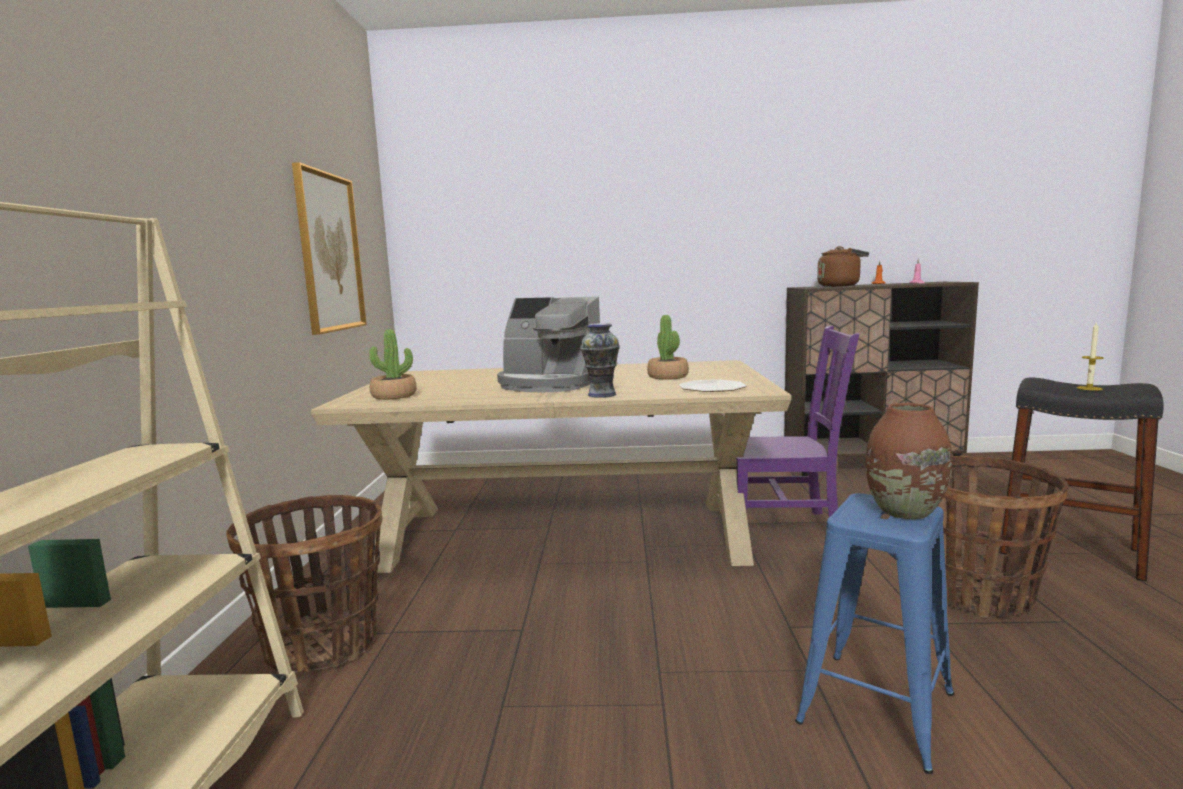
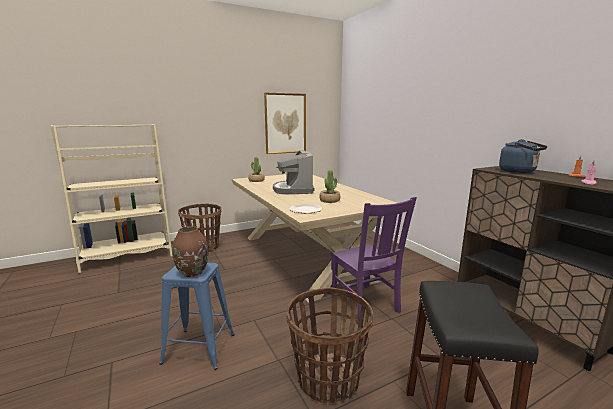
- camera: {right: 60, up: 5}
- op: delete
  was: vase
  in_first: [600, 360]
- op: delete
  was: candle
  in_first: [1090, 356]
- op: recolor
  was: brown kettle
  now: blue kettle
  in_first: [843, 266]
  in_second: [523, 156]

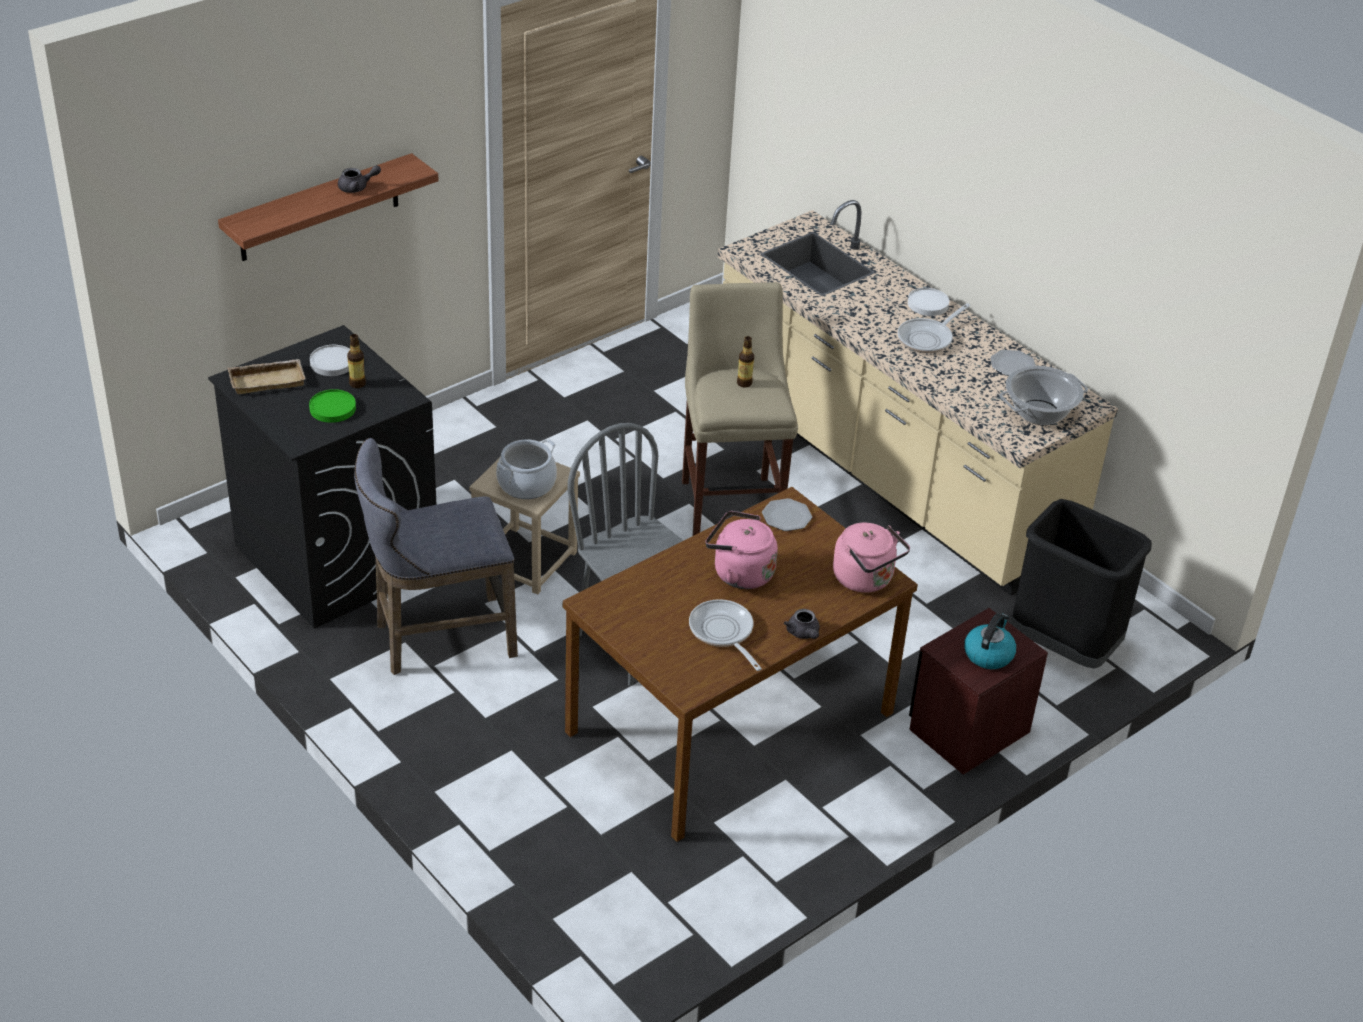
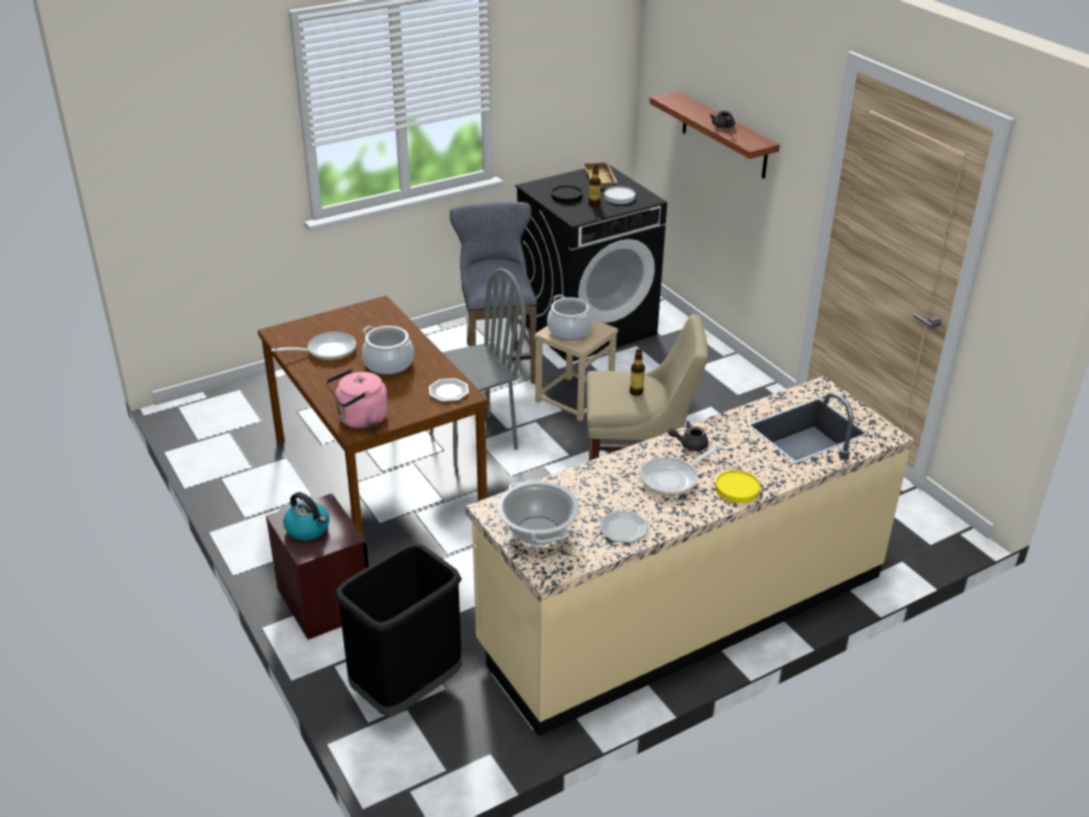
- camera: {right: 100, up: -5}
- op: move
  was: grey teapot
  in_first: [802, 624]
  in_second: [688, 436]
- op: replace
  was: pink kettle
  now: cooking pot
  in_first: [741, 550]
  in_second: [388, 350]
- op: recolor
  was: green plate
  now: black plate
  in_first: [332, 406]
  in_second: [566, 194]
- op: recolor
  was: white plate
  now: yellow plate
  in_first: [928, 302]
  in_second: [737, 486]
- op: rotate
  was: frying pan
  in_first: [934, 328]
  in_second: [681, 470]
  clockwise: -90

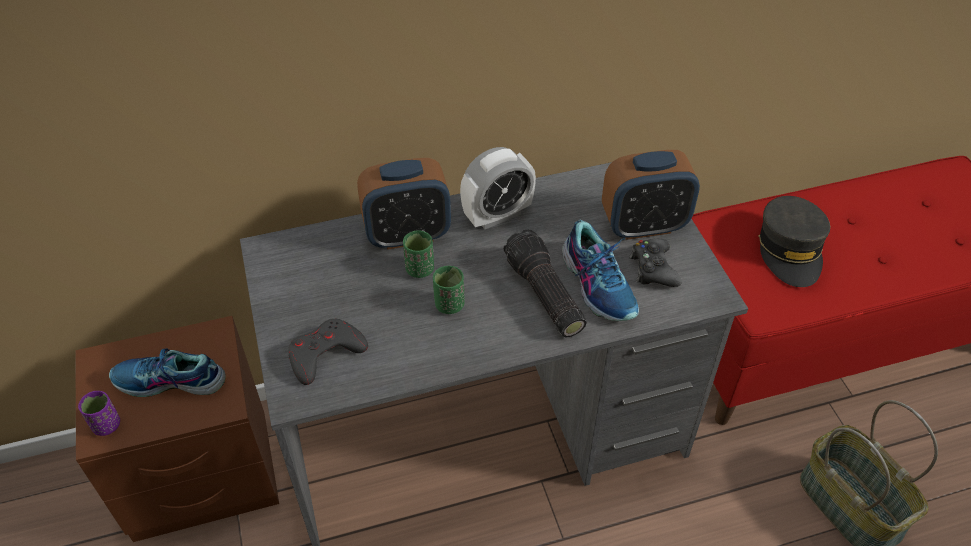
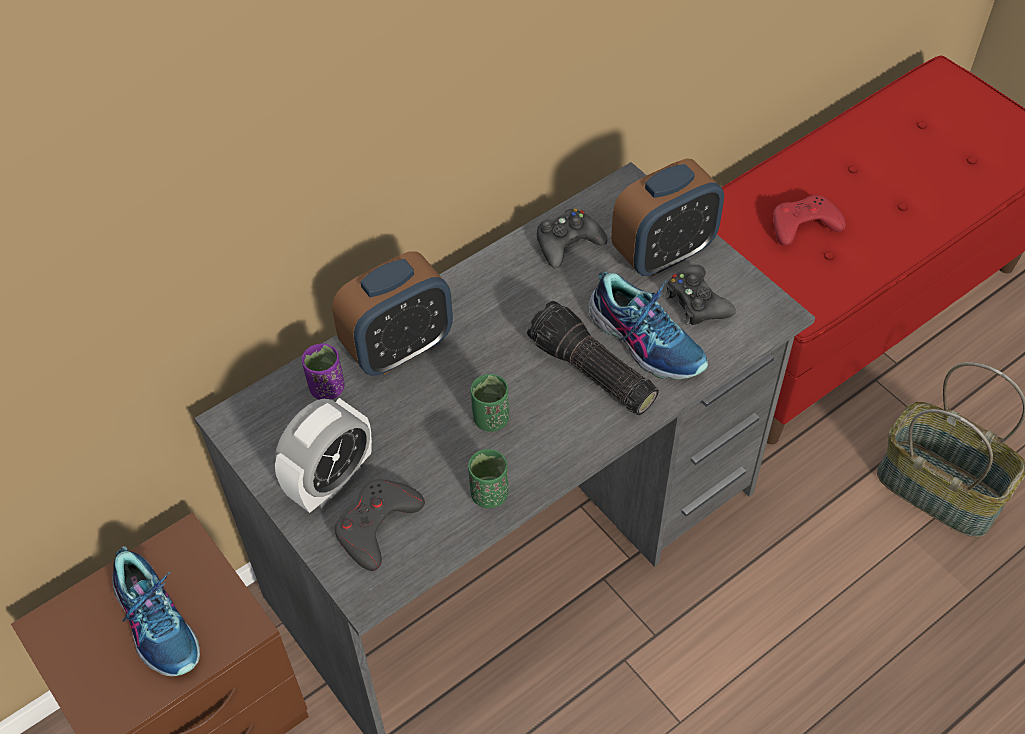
- camera: {right: -20, up: 5}
- op: insert
  now: black game controller
  in_second: [572, 238]
- op: move
  was: purple cup
  in_first: [99, 413]
  in_second: [323, 372]
- op: move
  was: green cup
  in_first: [418, 254]
  in_second: [488, 478]
- op: move
  was: alarm clock
  in_first: [498, 188]
  in_second: [323, 455]
- op: replace
  was: grey cap
  now: red game controller
  in_first: [794, 241]
  in_second: [809, 220]
- op: rotate
  was: shoe
  in_first: [167, 372]
  in_second: [156, 611]
  clockwise: -105

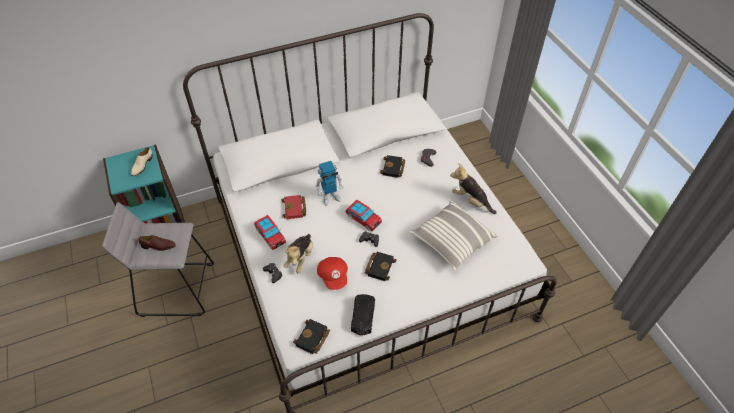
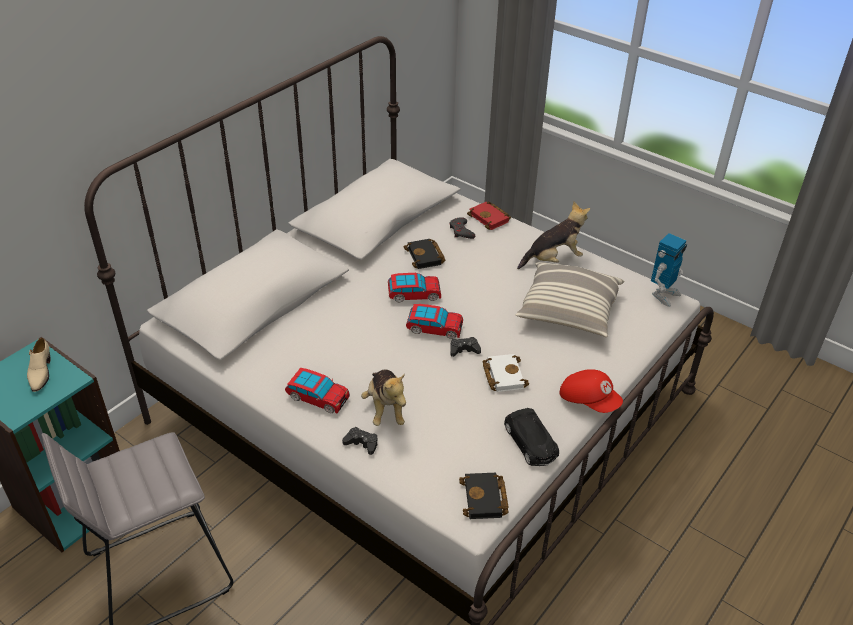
- camera: {right: -30, up: -10}
- op: delete
  was: brown shoe
  in_first: [157, 243]
- op: insert
  now: toy car
  in_second: [414, 287]
- op: move
  was: red book
  in_first: [293, 207]
  in_second: [489, 215]
- op: move
  was: toy robot
  in_first: [329, 183]
  in_second: [669, 270]
- op: move
  was: red cap
  in_first: [332, 273]
  in_second: [591, 391]
- op: recolor
  was: black book
  now: white book
  in_first: [381, 266]
  in_second: [505, 373]
- op: rotate
  was: plush toy
  in_first: [473, 189]
  in_second: [553, 235]
  clockwise: 150

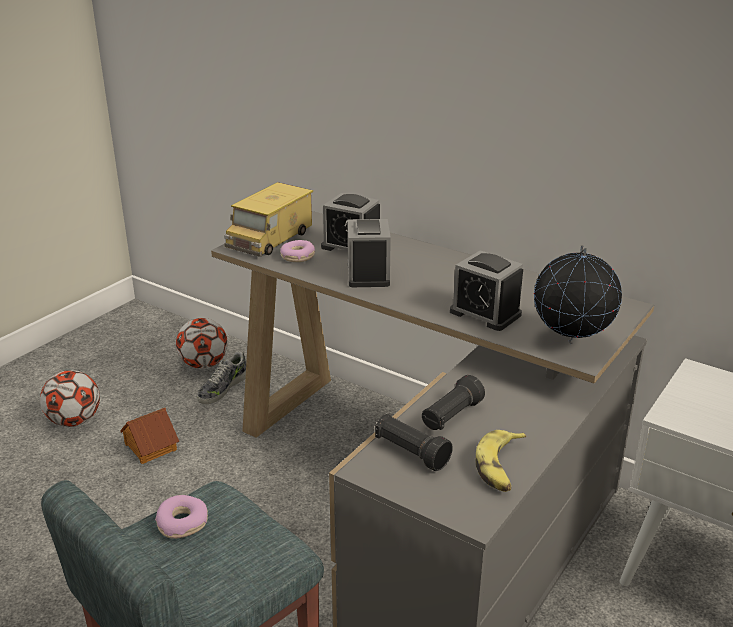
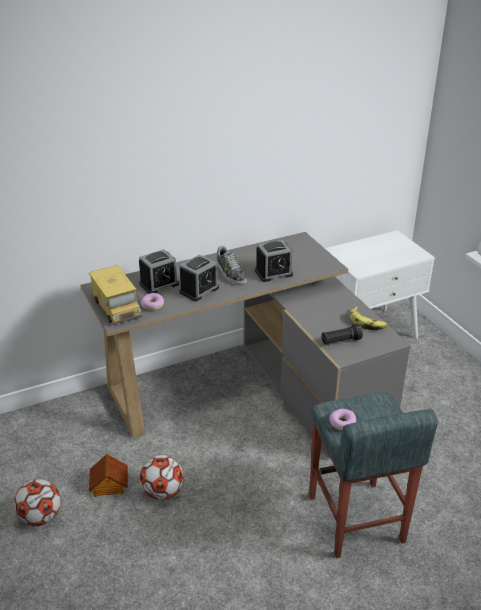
- camera: {right: -60, up: 5}
- op: delete
  was: black flashlight
  in_first: [453, 402]
- op: delete
  was: globe
  in_first: [578, 294]
- op: move
  was: football
  in_first: [202, 343]
  in_second: [161, 477]
- op: move
  was: shoe
  in_first: [221, 377]
  in_second: [231, 265]
- op: rotate
  was: alarm clock
  in_first: [369, 253]
  in_second: [199, 277]
  clockwise: -75

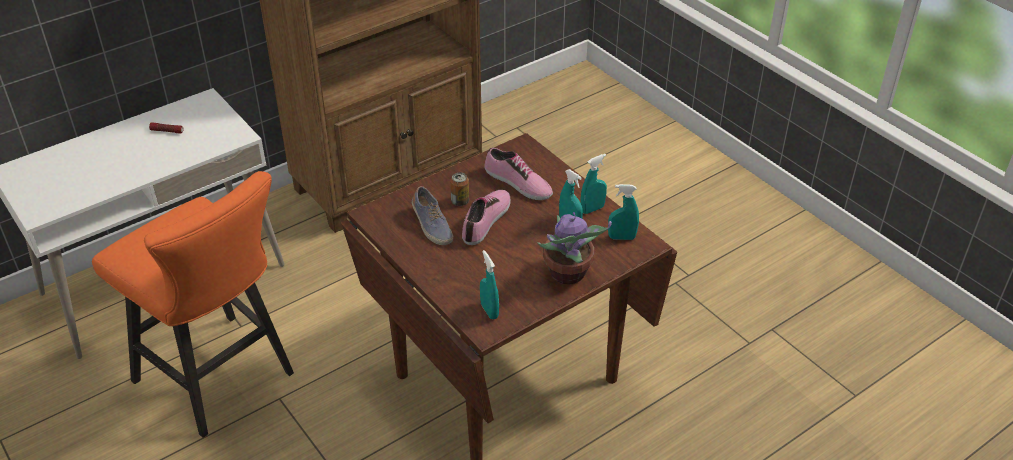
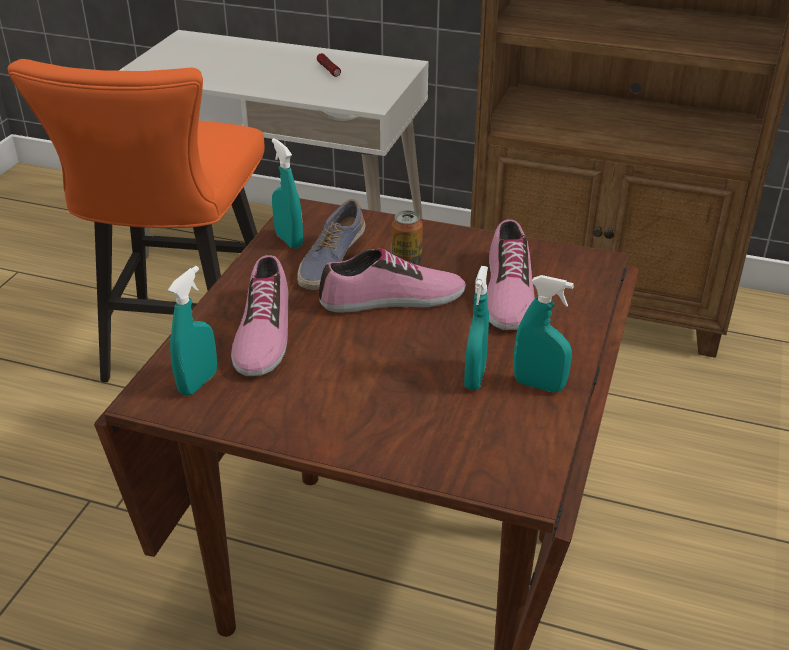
- camera: {right: 55, up: -5}
- op: delete
  was: potted plant
  in_first: [574, 248]
- op: insert
  now: shoe
  in_second: [259, 315]
- op: move
  was: turquoise spray bottle
  in_first: [623, 212]
  in_second: [287, 193]

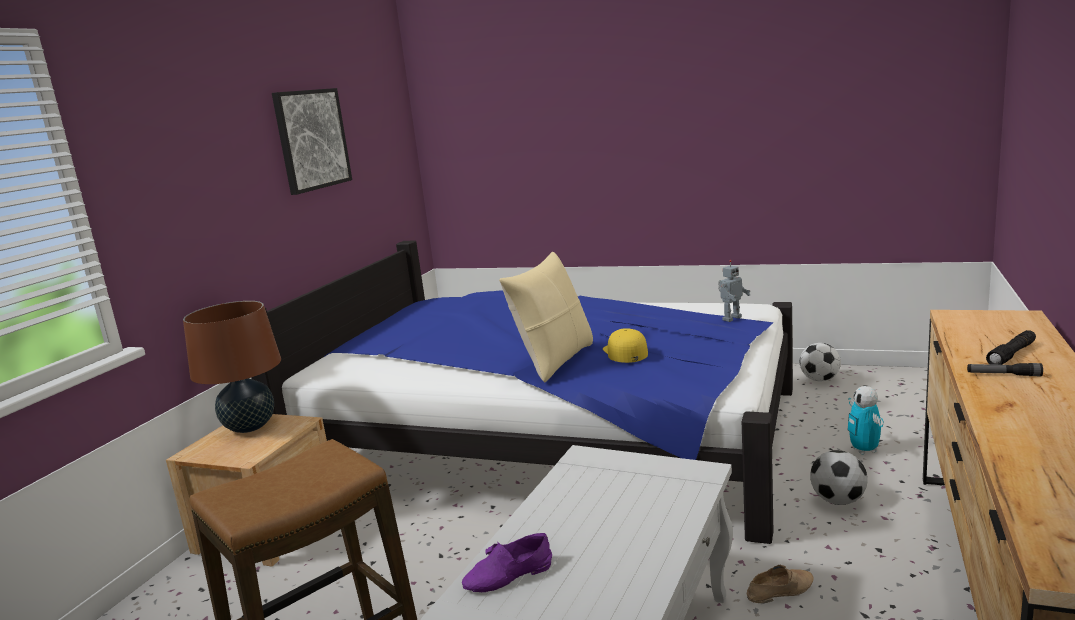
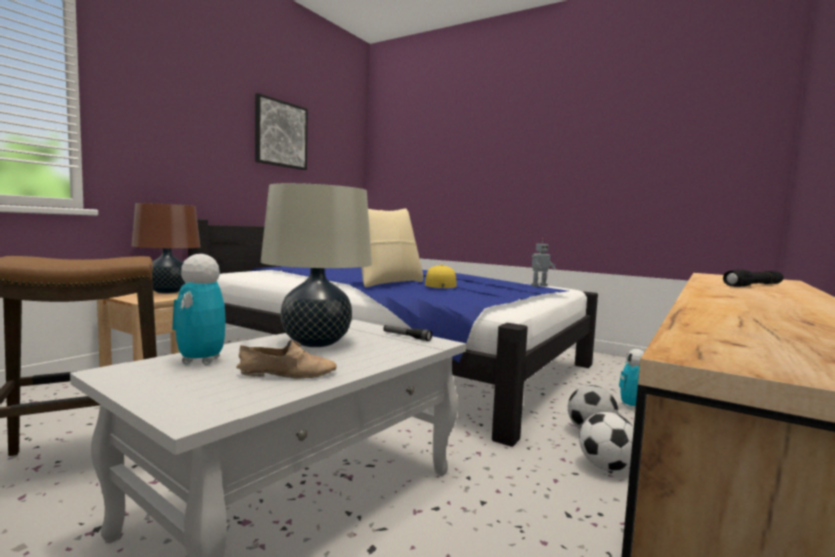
- camera: {right: 10, up: -10}
- op: insert
  now: beige table lamp
  in_second: [316, 265]
- op: move
  was: beige shoe
  in_first: [780, 584]
  in_second: [286, 359]
- op: move
  was: football
  in_first: [820, 362]
  in_second: [606, 441]
- op: move
  was: flashlight
  in_first: [1005, 369]
  in_second: [407, 333]
- op: replace
  was: purple shoe
  now: toy robot
  in_first: [507, 562]
  in_second: [199, 309]

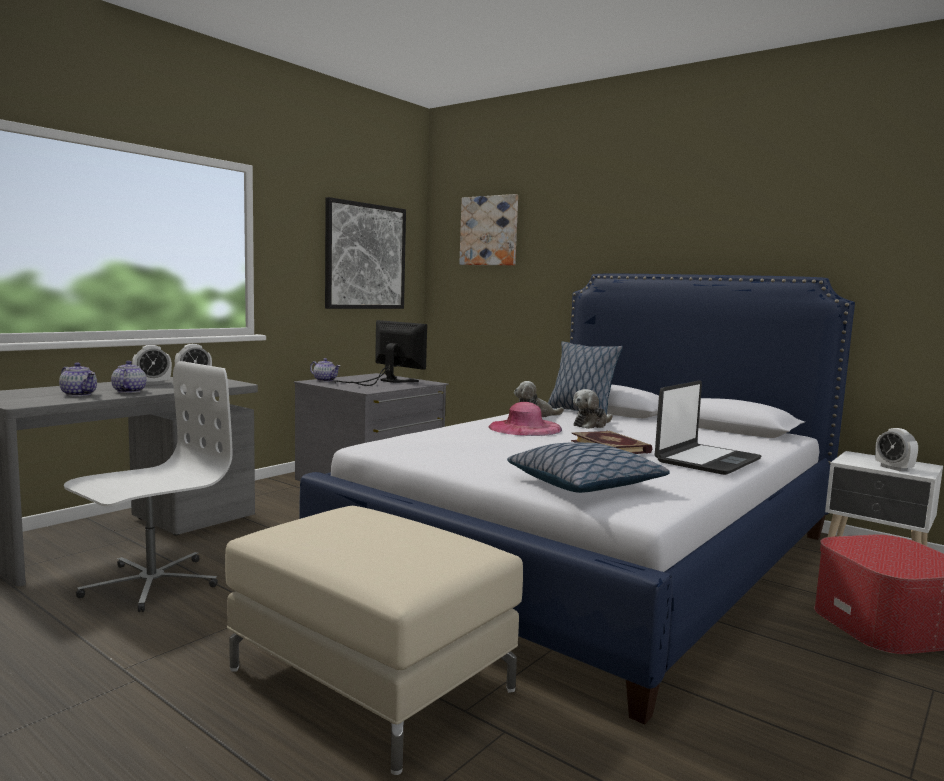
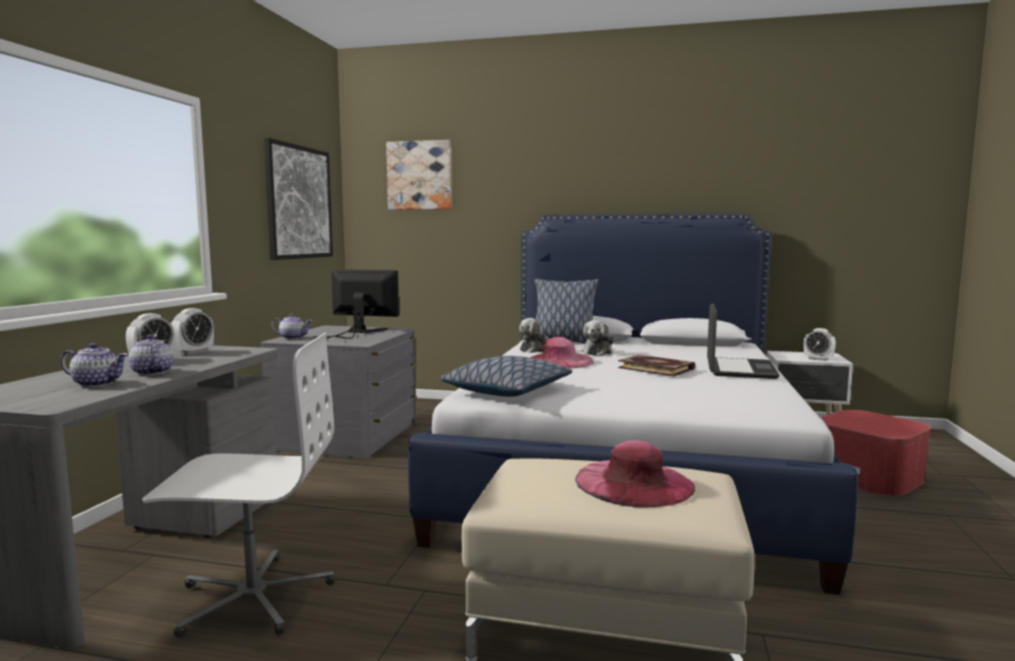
- camera: {right: -25, up: 0}
- op: insert
  now: pink hat
  in_second: [635, 474]
- op: move
  was: pillow
  in_first: [588, 467]
  in_second: [506, 376]
- op: rotate
  was: white office chair
  in_first: [148, 486]
  in_second: [238, 485]
  clockwise: 75

